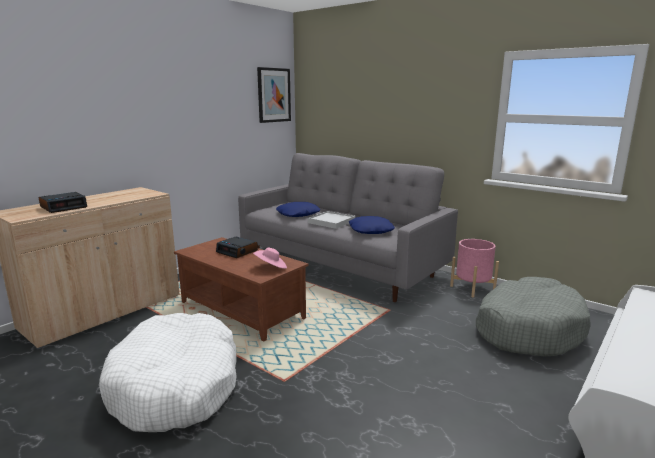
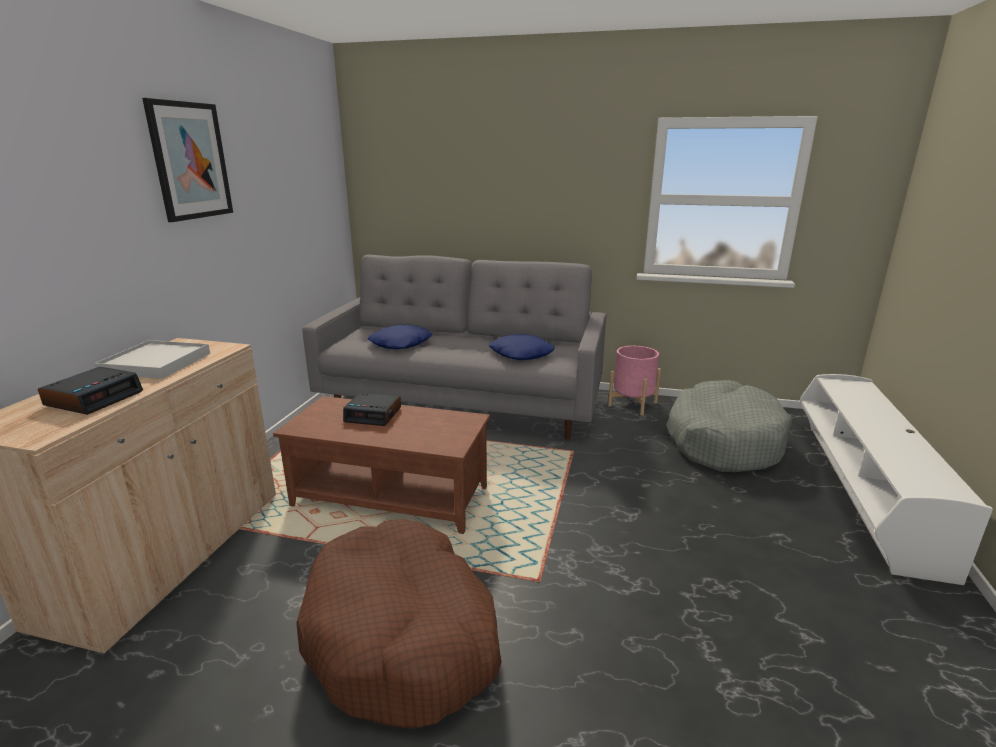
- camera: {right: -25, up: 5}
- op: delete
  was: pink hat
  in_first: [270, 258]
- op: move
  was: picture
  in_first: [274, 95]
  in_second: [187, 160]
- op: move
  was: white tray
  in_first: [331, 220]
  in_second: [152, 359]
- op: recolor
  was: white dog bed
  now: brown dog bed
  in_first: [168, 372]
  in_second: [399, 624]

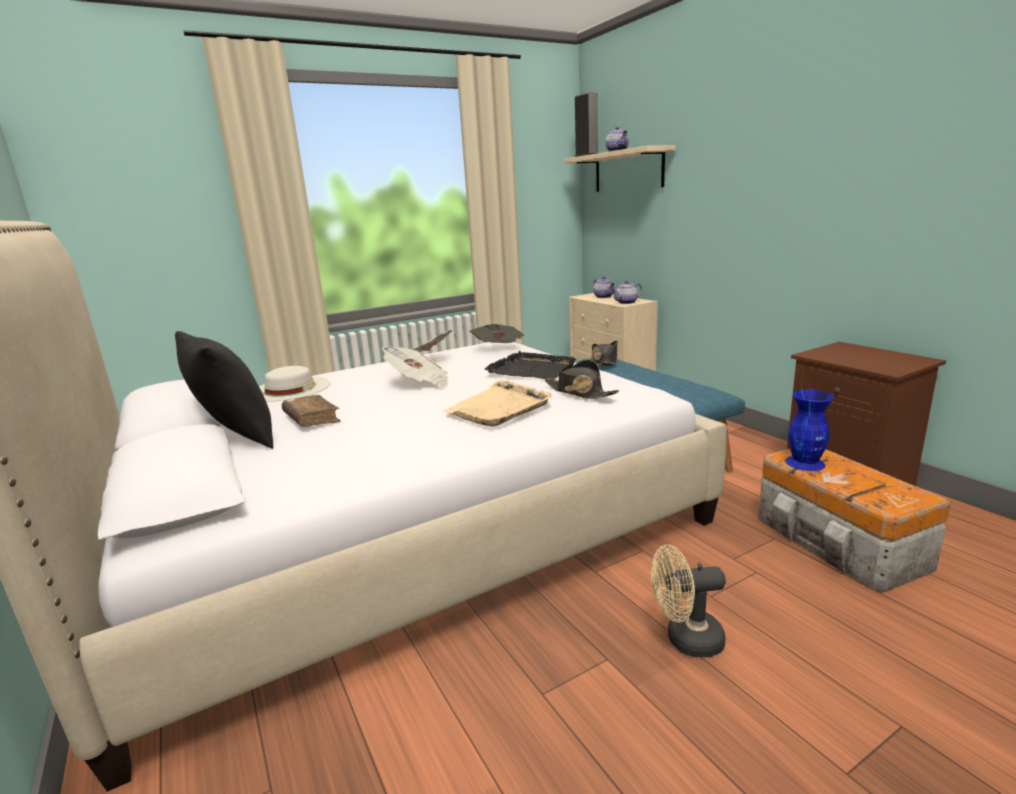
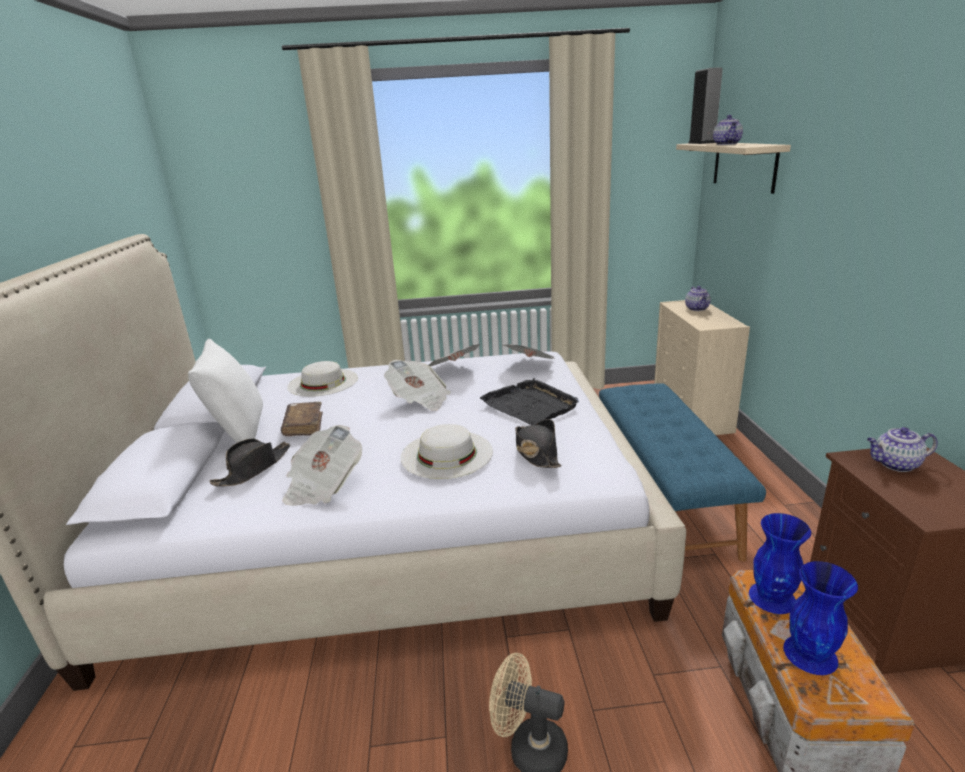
- camera: {right: 25, up: 5}
- op: insert
  now: newspaper
  in_second: [322, 465]
- op: insert
  now: blue vase
  in_second: [820, 618]
- op: move
  was: black hat
  in_first: [604, 353]
  in_second: [250, 462]
- op: move
  was: teapot
  in_first: [626, 292]
  in_second: [902, 449]
- op: replace
  was: beige tray
  now: white hat
  in_first: [498, 404]
  in_second: [447, 451]
- op: recolor
  was: black pillow
  now: white pillow
  in_first: [224, 390]
  in_second: [225, 391]

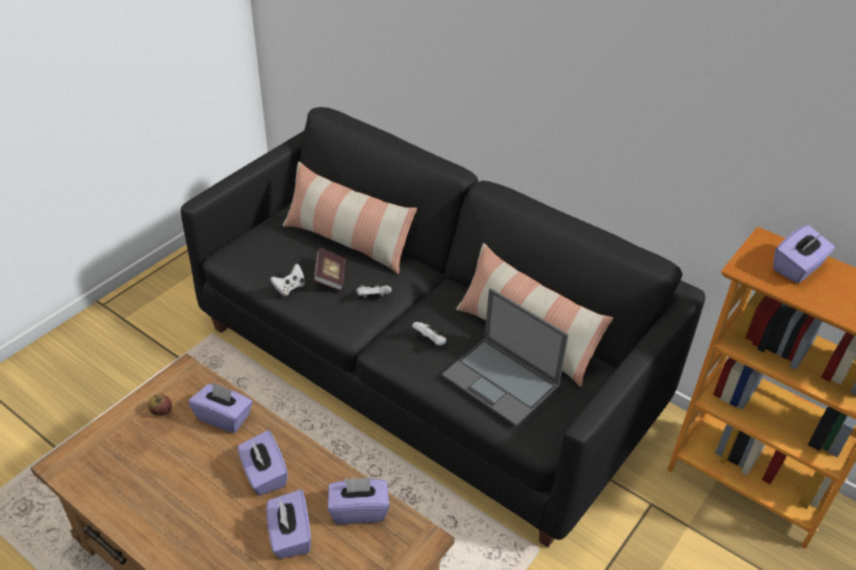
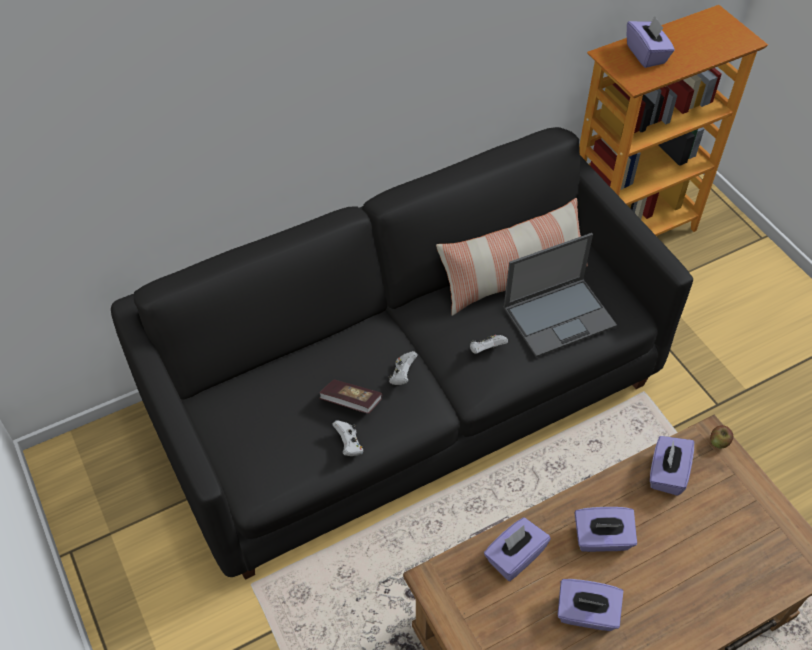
- camera: {right: -65, up: 10}
- op: delete
  was: pillow
  in_first: [349, 218]
- op: move
  was: apple
  in_first: [160, 405]
  in_second: [721, 437]
- op: move
  was: purple tissue box
  in_first: [288, 524]
  in_second: [590, 605]

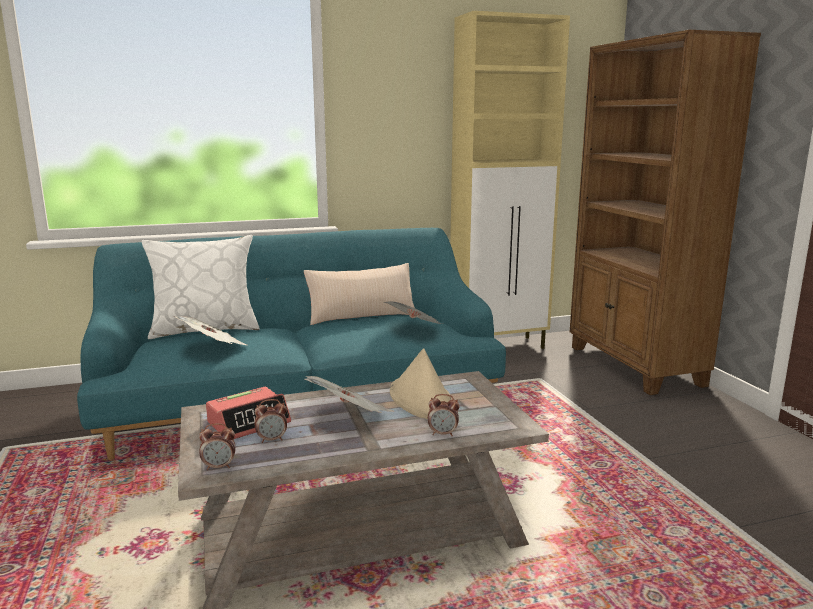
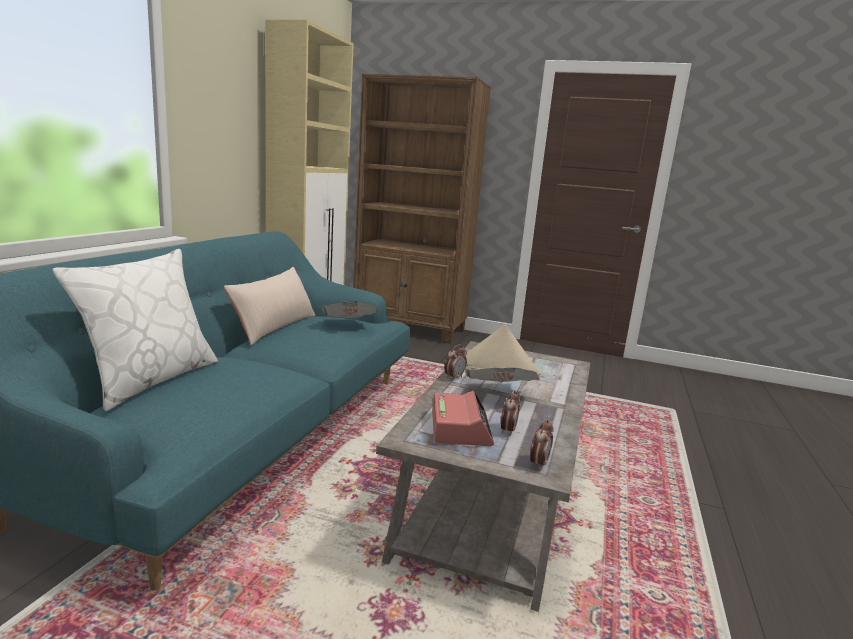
- camera: {right: -55, up: 0}
- op: delete
  was: newspaper
  in_first: [210, 330]
- op: move
  was: alarm clock
  in_first: [444, 415]
  in_second: [455, 362]

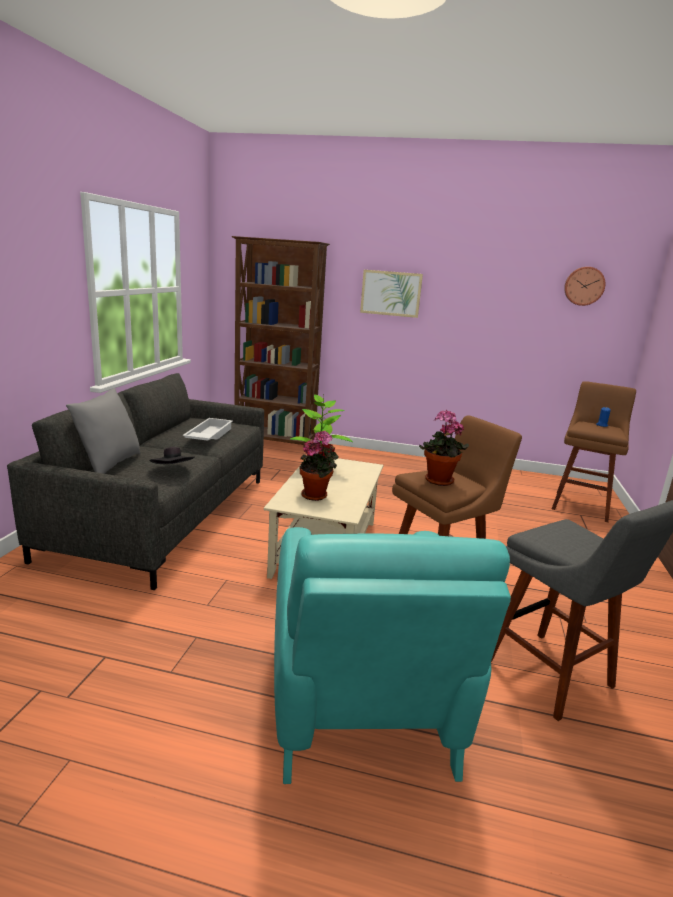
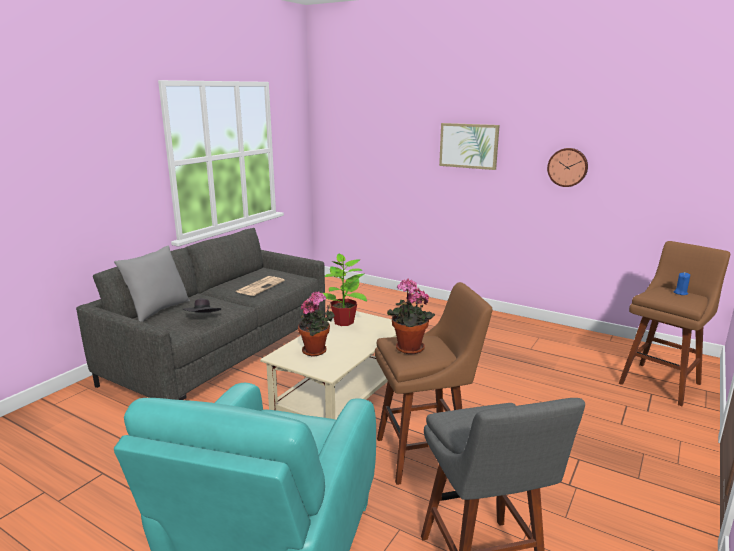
- camera: {right: 20, up: 0}
- op: delete
  was: brown bookcase
  in_first: [281, 344]
- op: move
  was: wall clock
  in_first: [585, 286]
  in_second: [567, 167]
- op: replace
  was: white tray
  now: newspaper
  in_first: [208, 429]
  in_second: [260, 286]

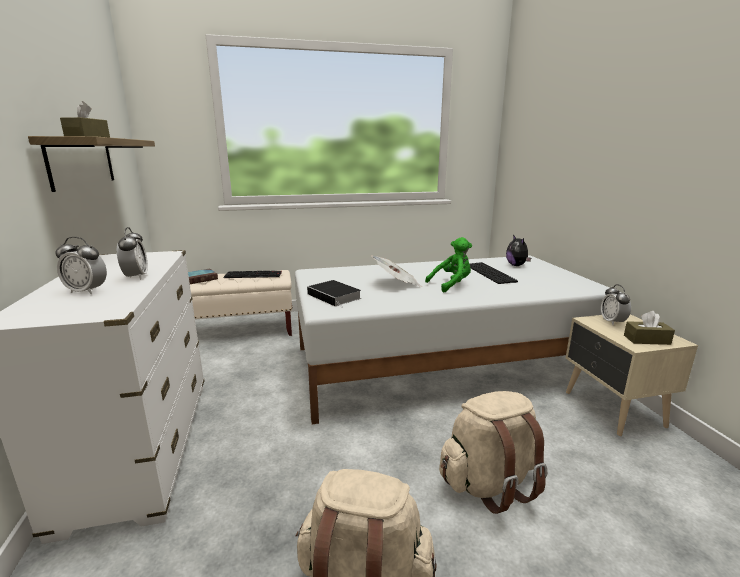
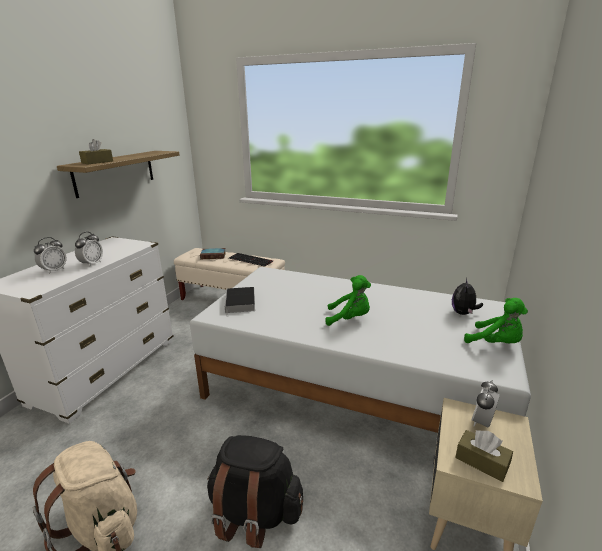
- camera: {right: 35, up: 5}
- op: delete
  was: newspaper
  in_first: [396, 271]
- op: delete
  was: keyboard
  in_first: [494, 273]
- op: insert
  now: green plush toy
  in_second: [496, 320]
- op: recolor
  was: beige backpack
  now: black backpack
  in_first: [493, 452]
  in_second: [255, 491]
- op: rotate
  was: alarm clock
  in_first: [81, 265]
  in_second: [50, 255]
  clockwise: -105

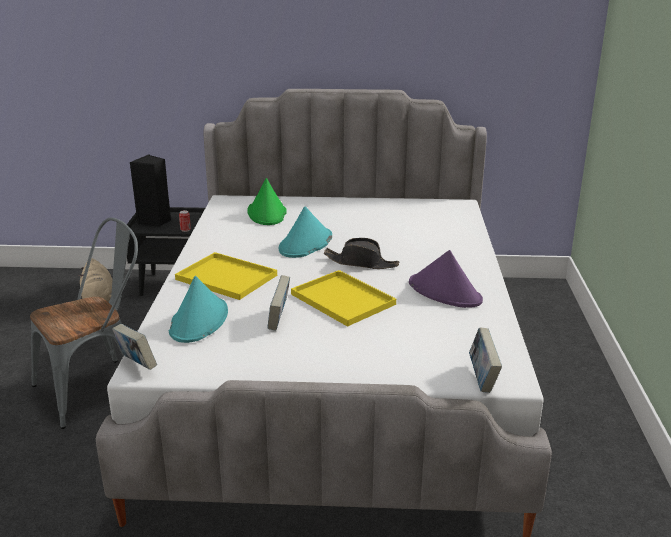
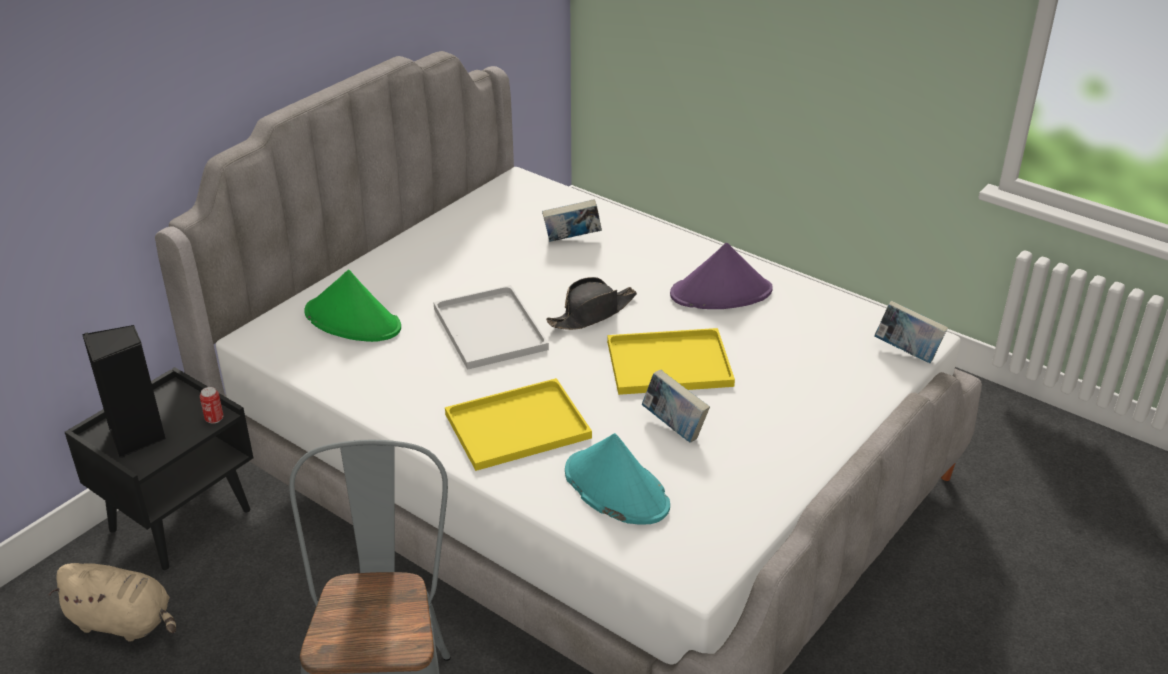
- camera: {right: -55, up: 10}
- op: move
  was: book
  in_first: [134, 347]
  in_second: [572, 220]
- op: replace
  was: turquoise hat
  now: white tray
  in_first: [305, 232]
  in_second: [491, 327]

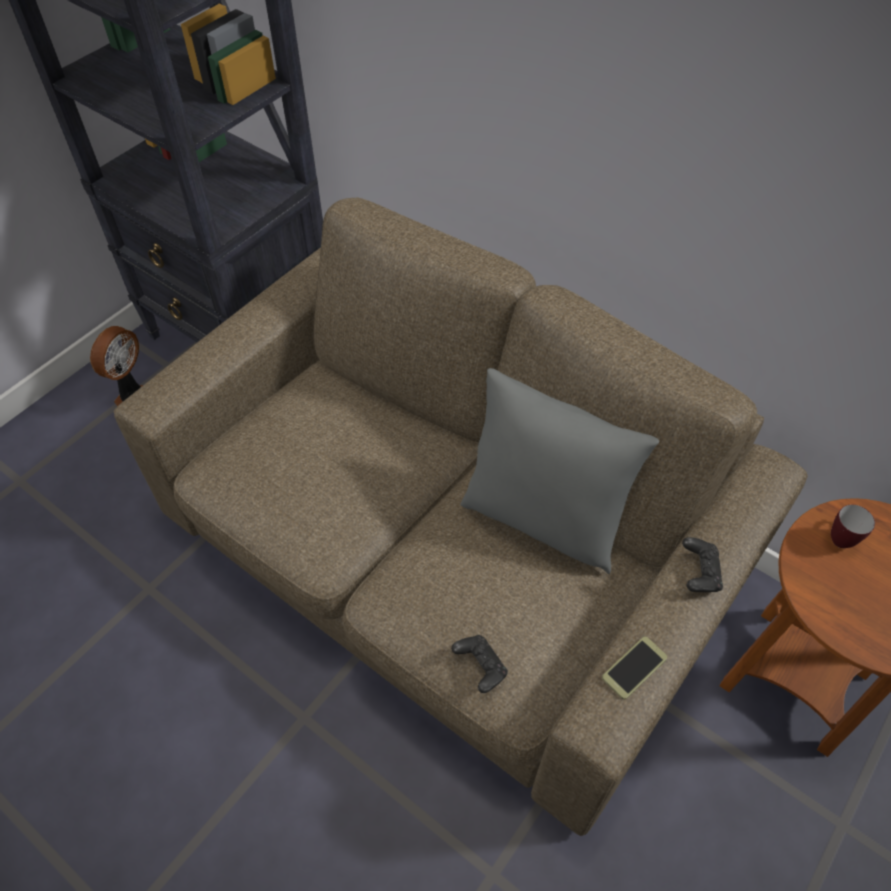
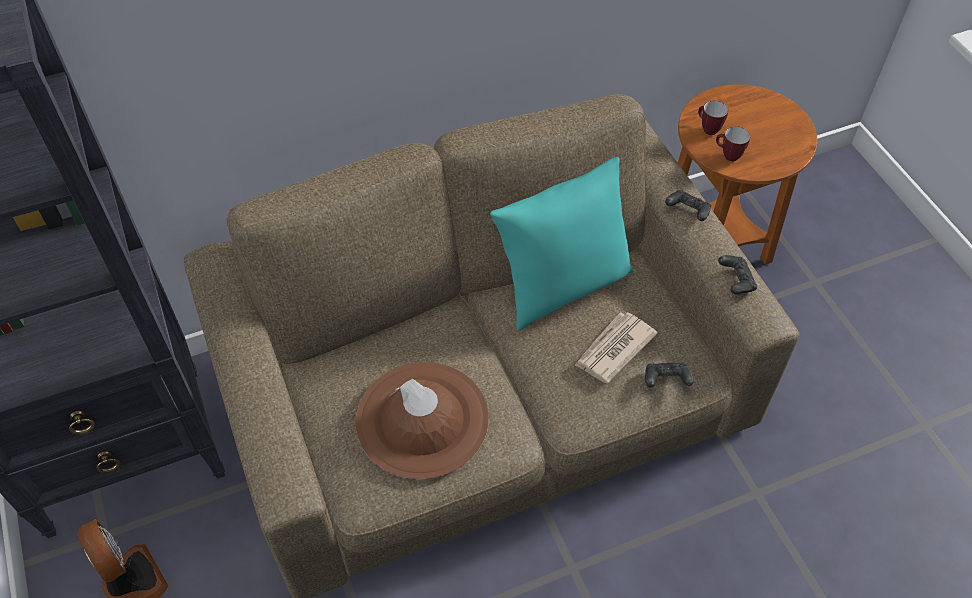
- camera: {right: -60, up: 0}
- op: insert
  now: brown hat
  in_second: [422, 420]
- op: insert
  now: newspaper
  in_second: [616, 347]
- op: insert
  now: mug
  in_second: [733, 144]
- op: replace
  was: phone
  now: black game controller
  in_first: [634, 668]
  in_second: [737, 274]
- op: recolor
  was: grey pillow
  now: turquoise pillow
  in_first: [560, 471]
  in_second: [561, 244]

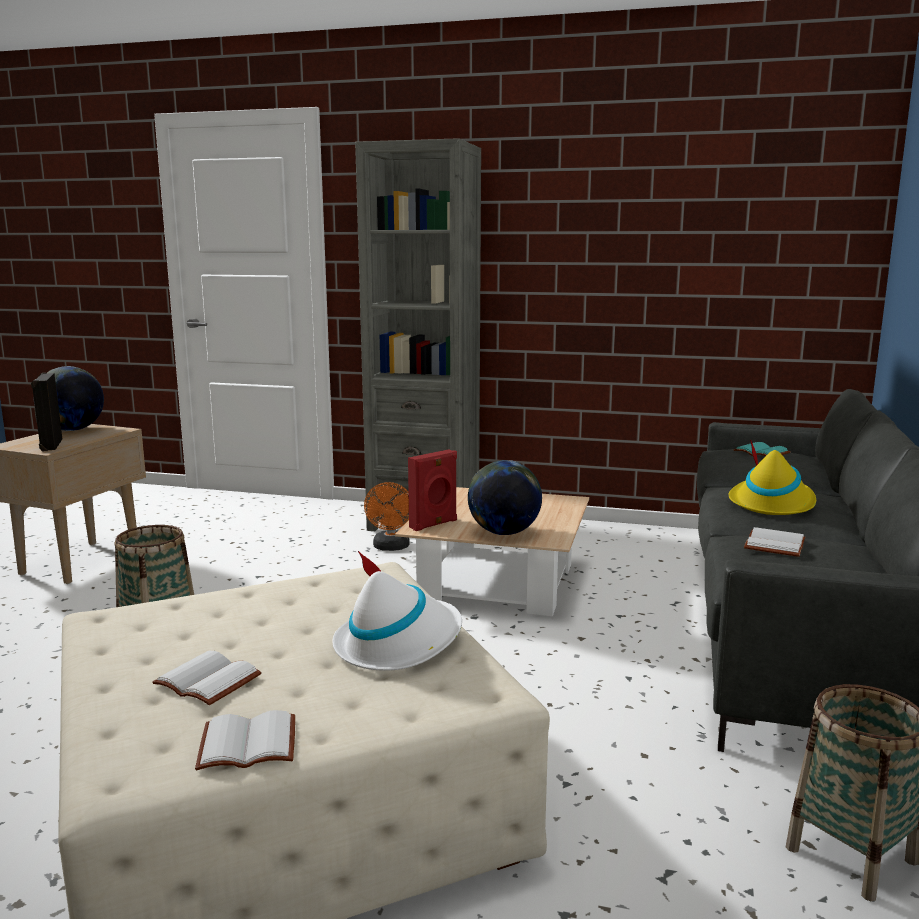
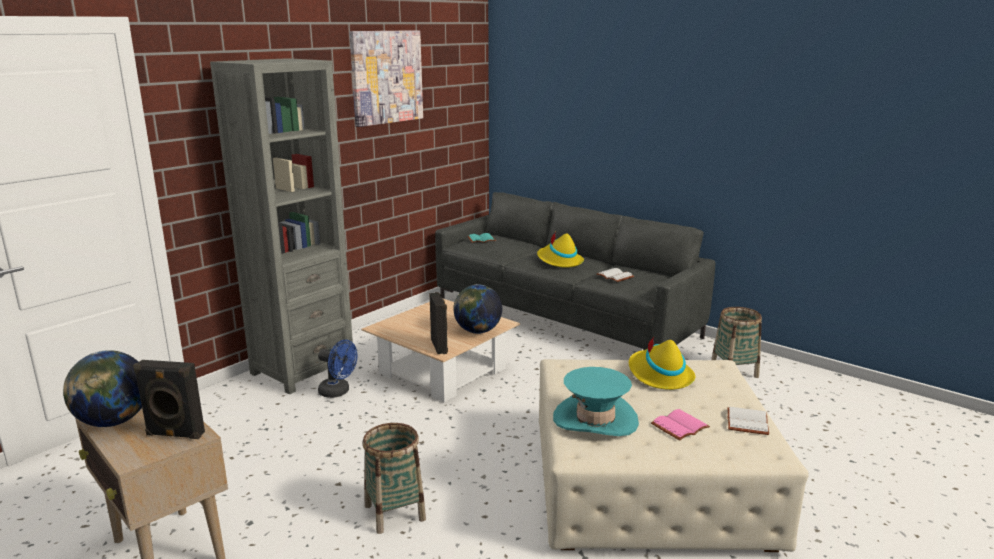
- camera: {right: -65, up: 5}
- op: insert
  now: picture
  in_second: [386, 78]
- op: insert
  now: turquoise hat
  in_second: [596, 401]
- op: recolor
  was: white book
  now: pink book
  in_first: [207, 678]
  in_second: [680, 425]
- op: recolor
  was: white hat
  now: yellow hat
  in_first: [397, 611]
  in_second: [662, 363]
- op: recolor
  was: orange fan
  now: blue fan
  in_first: [387, 516]
  in_second: [337, 369]
- op: recolor
  was: red speaker
  now: black speaker
  in_first: [432, 490]
  in_second: [439, 323]

